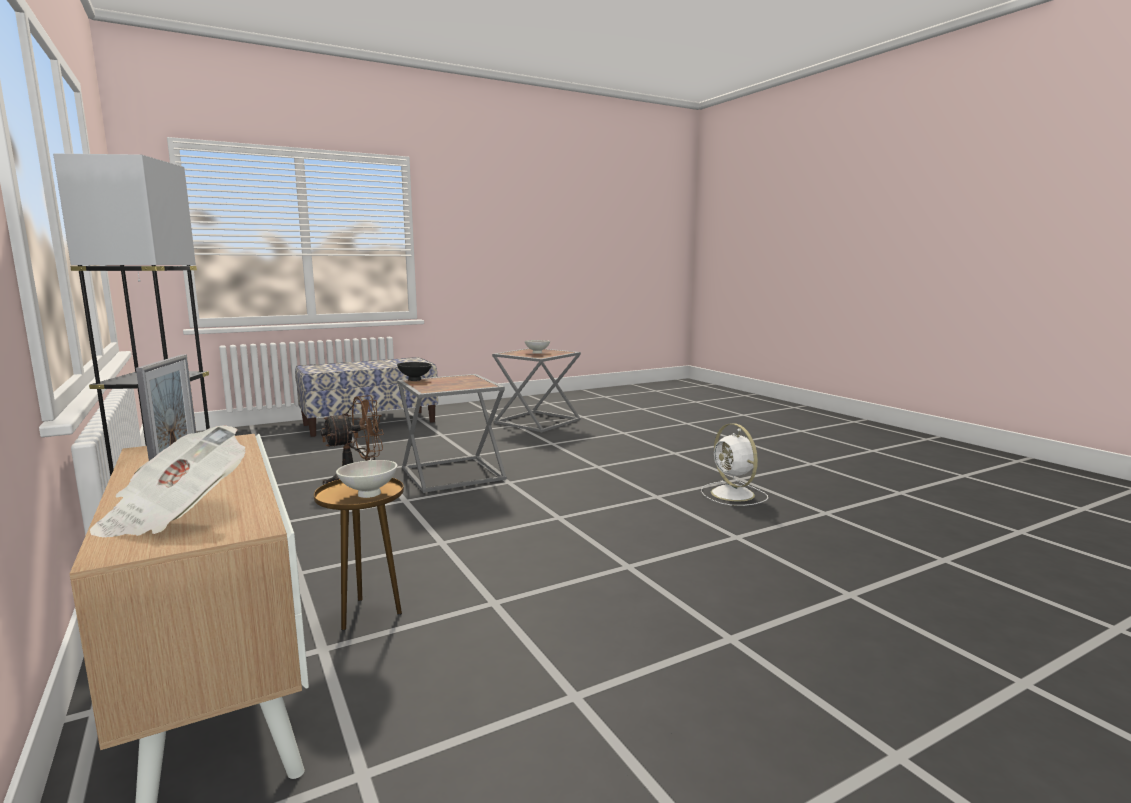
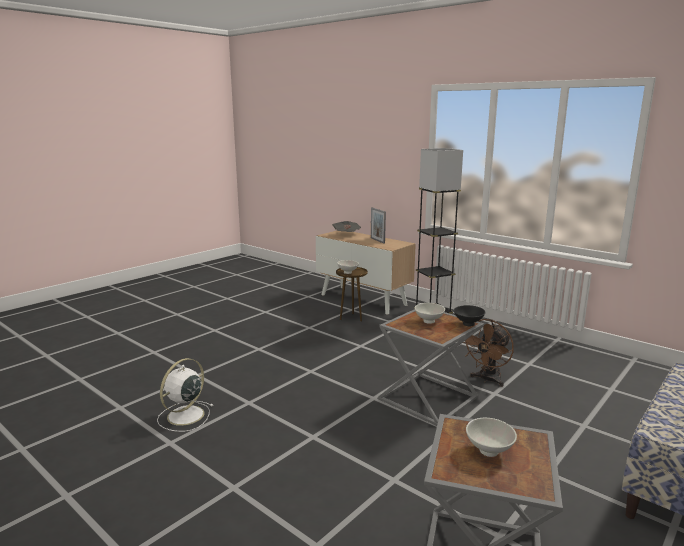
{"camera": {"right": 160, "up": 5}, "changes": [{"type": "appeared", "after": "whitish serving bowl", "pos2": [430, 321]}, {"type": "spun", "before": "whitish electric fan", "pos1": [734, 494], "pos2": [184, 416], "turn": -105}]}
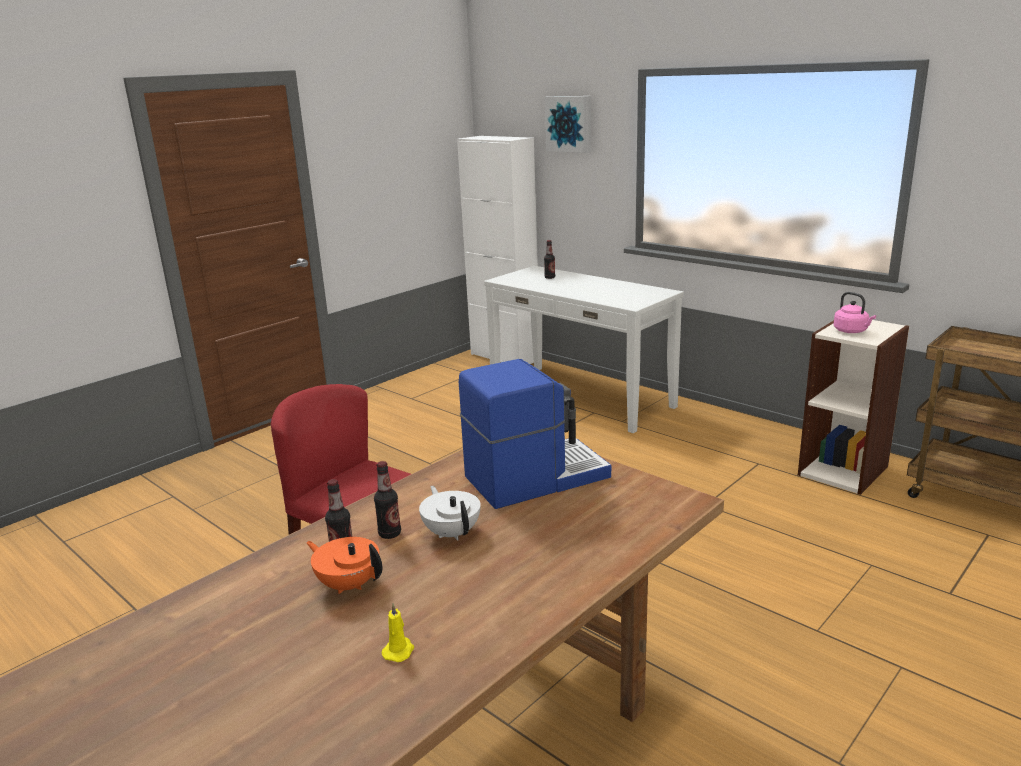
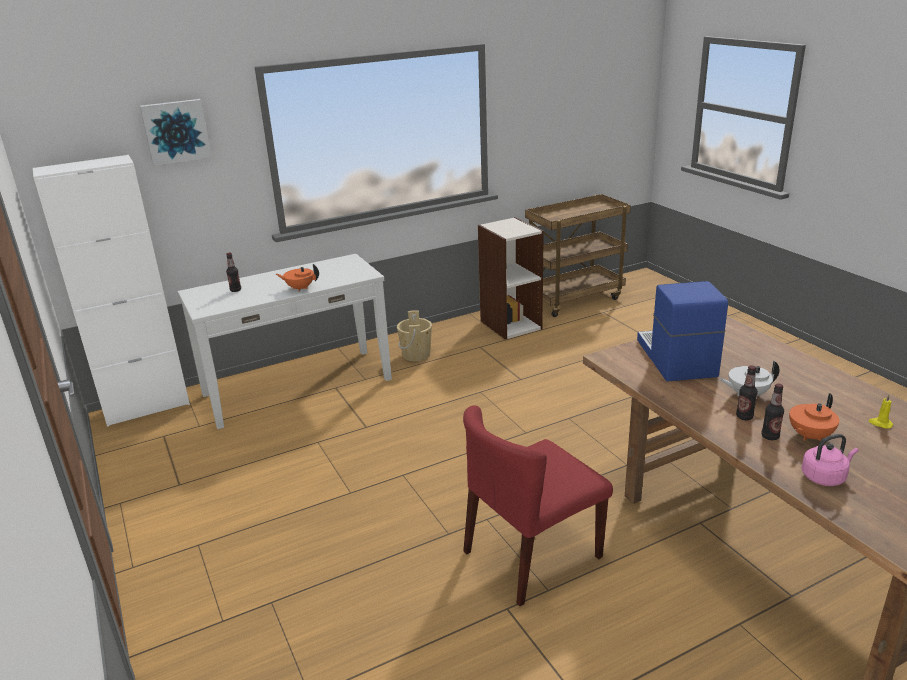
{"camera": {"right": -70, "up": 5}, "changes": [{"type": "appeared", "after": "orange-coloured pot for tea", "pos2": [300, 288]}, {"type": "appeared", "after": "beige water bucket", "pos2": [416, 354]}, {"type": "relocated", "before": "pinkish kettle", "pos1": [851, 331], "pos2": [825, 477]}]}
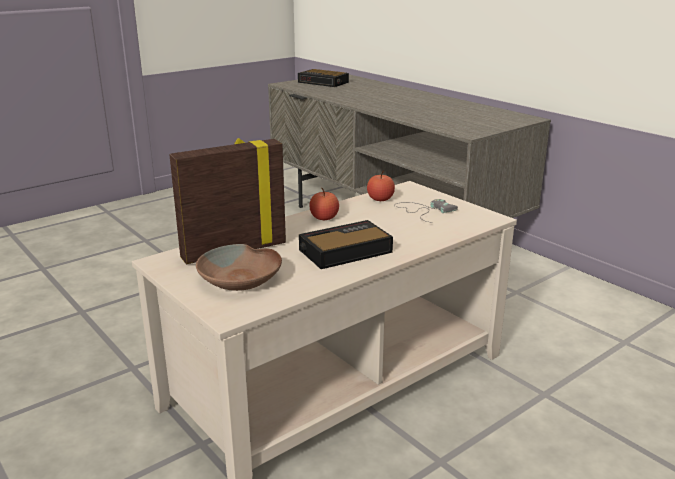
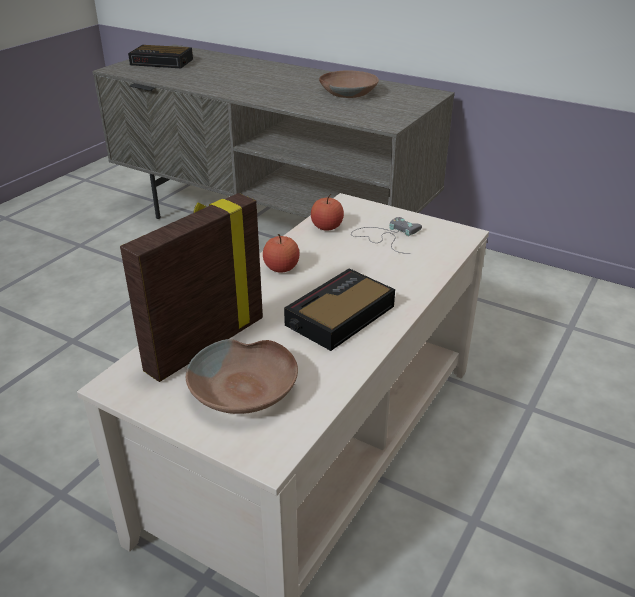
{"camera": {"right": -20, "up": 10}, "changes": [{"type": "appeared", "after": "brown-coloured serving bowl", "pos2": [348, 92]}]}
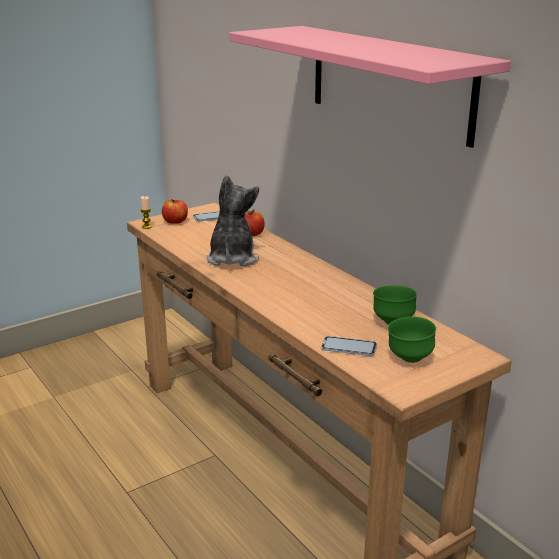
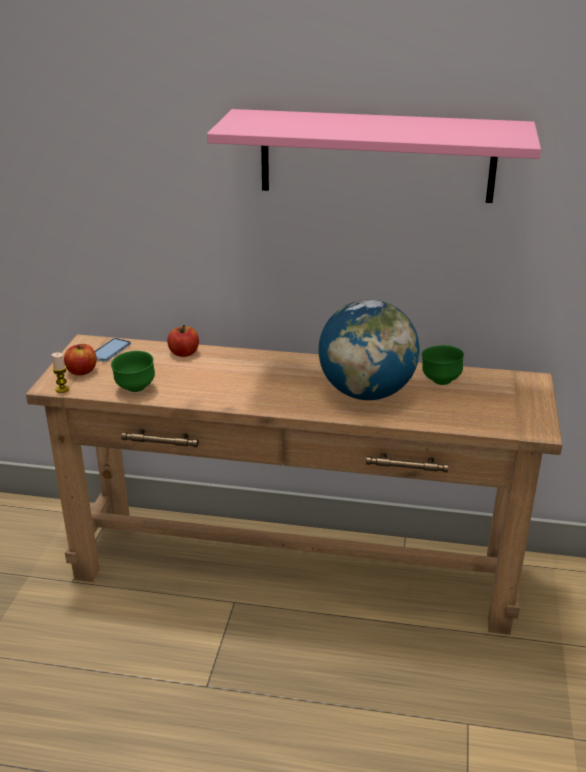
{"camera": {"right": -45, "up": 5}, "changes": [{"type": "missing", "before": "soft toy", "pos1": [232, 258]}, {"type": "missing", "before": "telephone", "pos1": [349, 347]}, {"type": "appeared", "after": "desk globe", "pos2": [366, 393]}, {"type": "relocated", "before": "green serving bowl", "pos1": [409, 359], "pos2": [135, 389]}]}
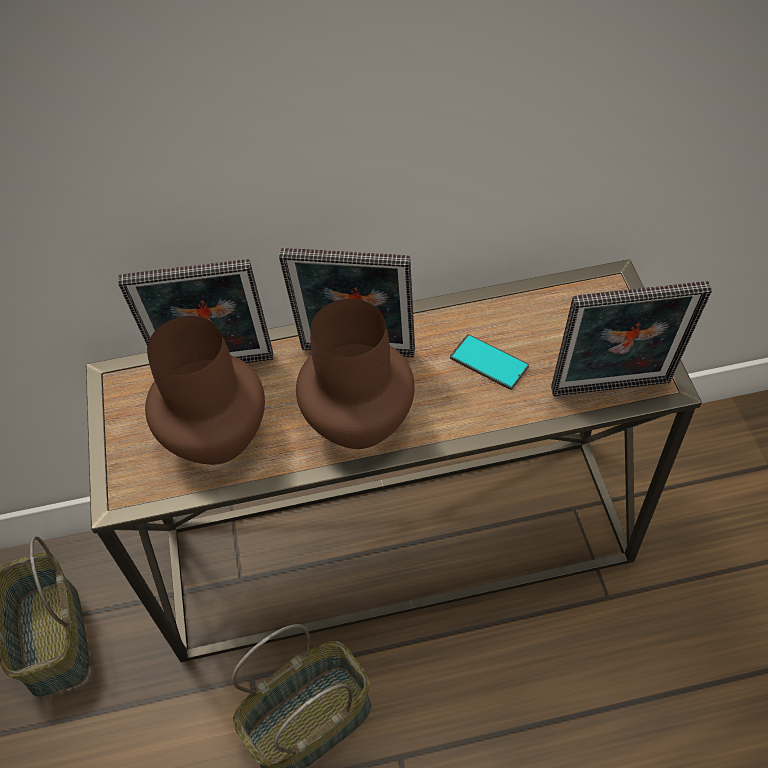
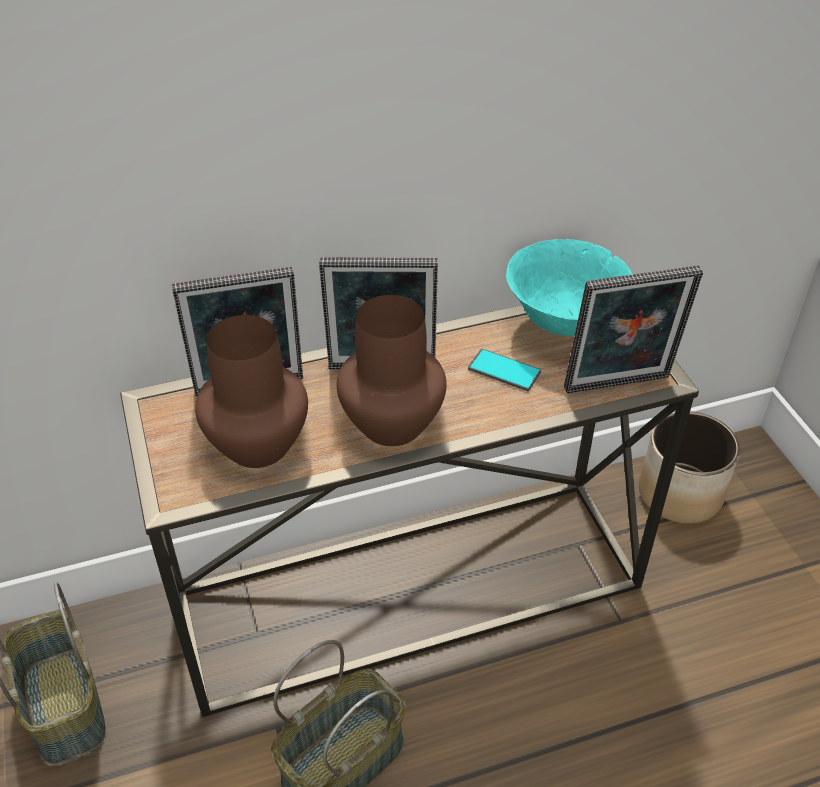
{"camera": {"right": -10, "up": -10}, "changes": [{"type": "appeared", "after": "turquoise-coloured serving bowl", "pos2": [563, 323]}, {"type": "appeared", "after": "plant pot", "pos2": [680, 493]}]}
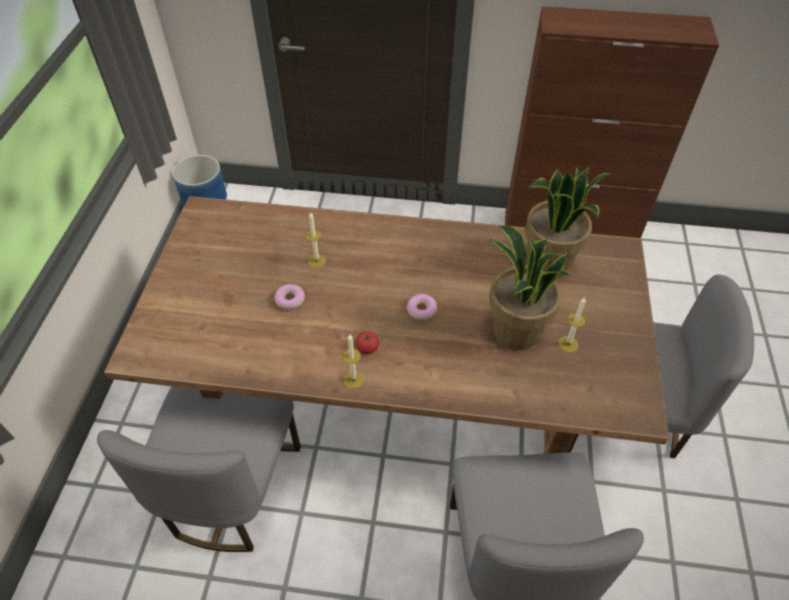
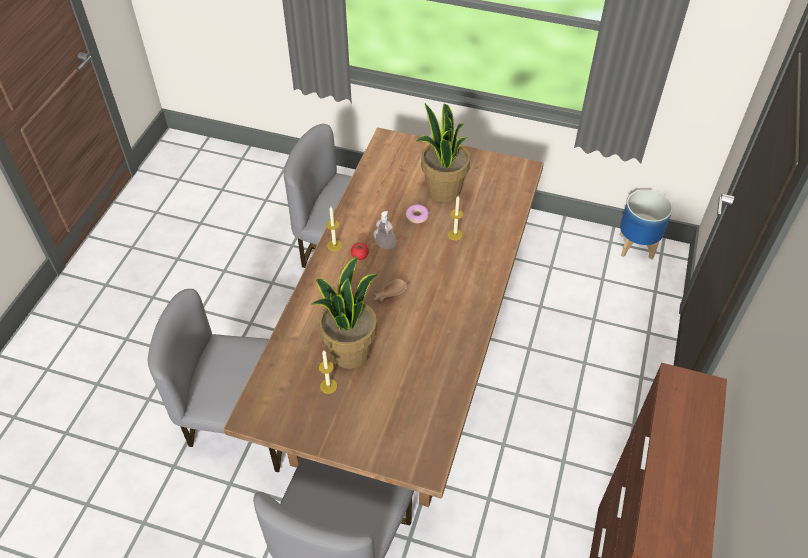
{"camera": {"right": 100, "up": 0}, "changes": [{"type": "appeared", "after": "soap dispenser", "pos2": [384, 244]}, {"type": "relocated", "before": "houseplant", "pos1": [548, 264], "pos2": [443, 191]}, {"type": "exchanged", "before": "doughnut", "after": "brown-coloured serving bowl", "pos1": [421, 310], "pos2": [388, 294]}]}
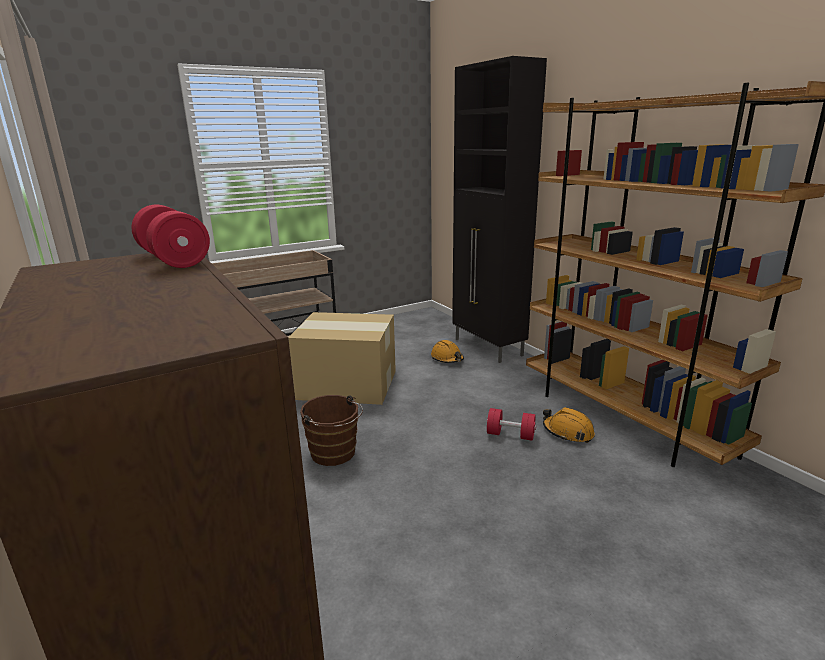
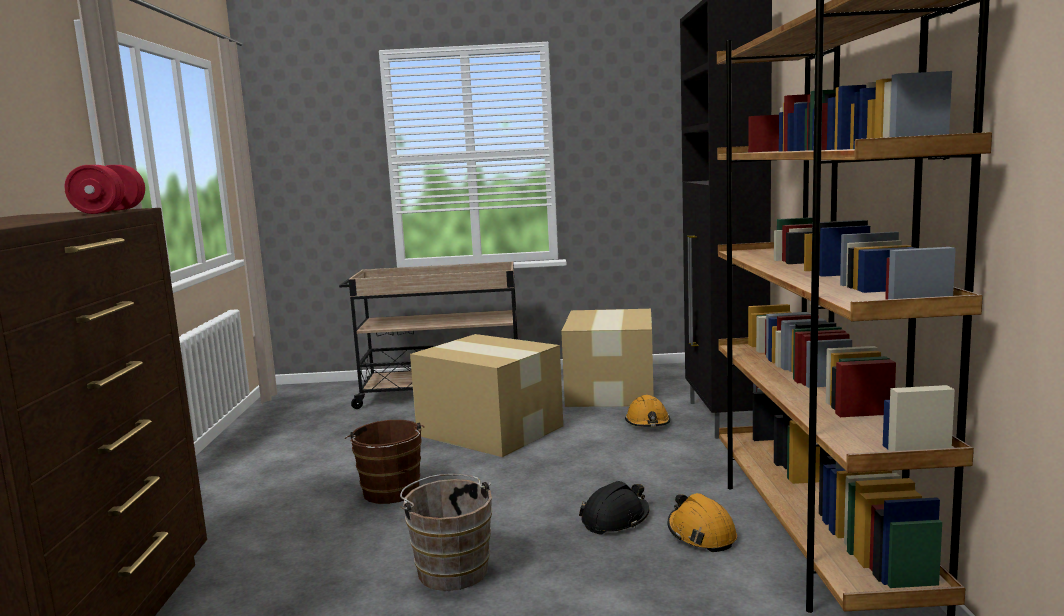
{"camera": {"right": 30, "up": -10}, "changes": [{"type": "appeared", "after": "brown-coloured water bucket", "pos2": [451, 569]}, {"type": "appeared", "after": "packing box", "pos2": [611, 390]}, {"type": "exchanged", "before": "red free weight", "after": "black hard hat", "pos1": [510, 435], "pos2": [615, 520]}]}
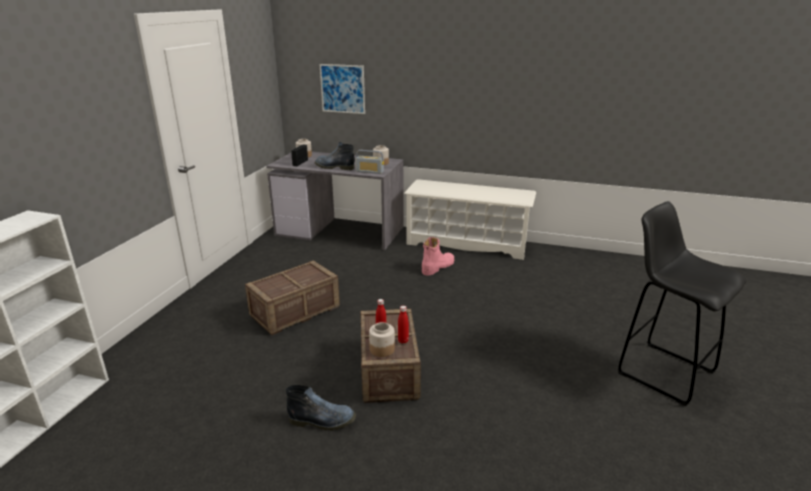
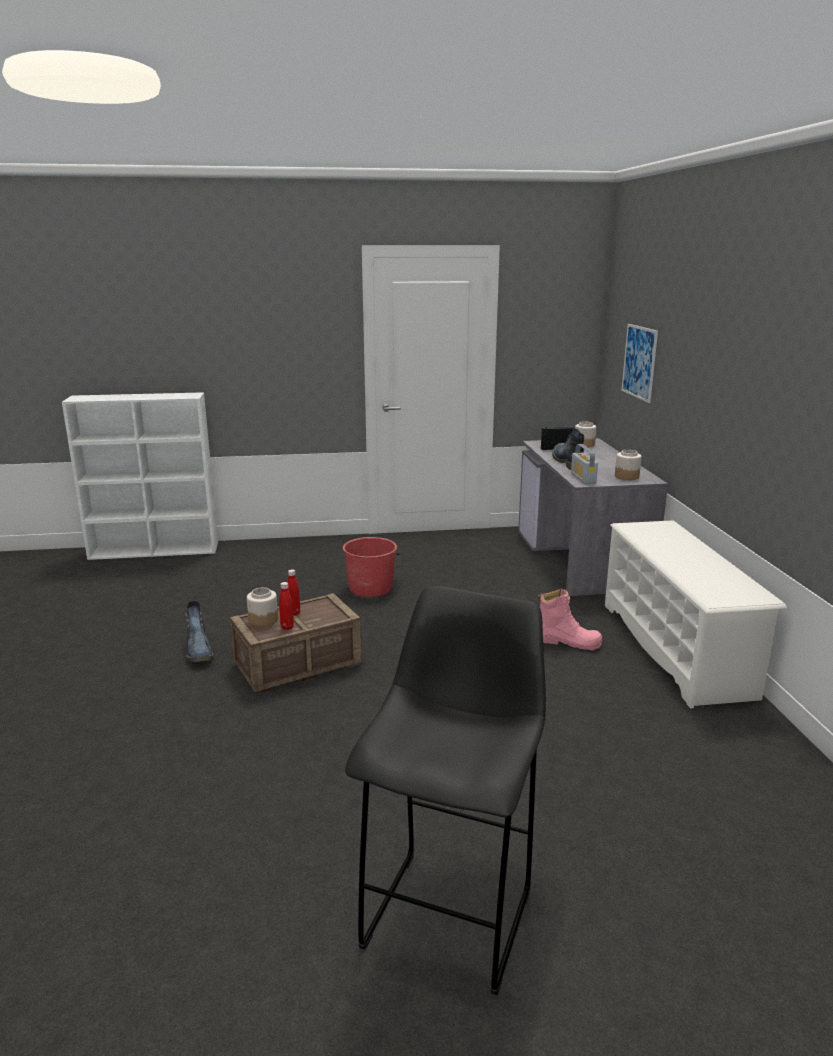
{"camera": {"right": 65, "up": -5}, "changes": [{"type": "exchanged", "before": "crate", "after": "red water bucket", "pos1": [295, 311], "pos2": [371, 588]}]}
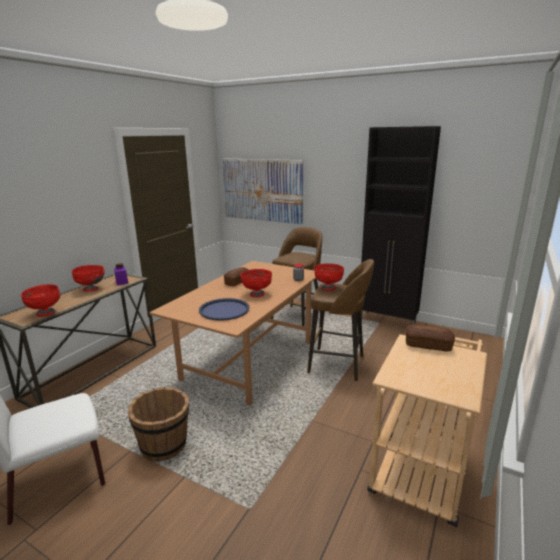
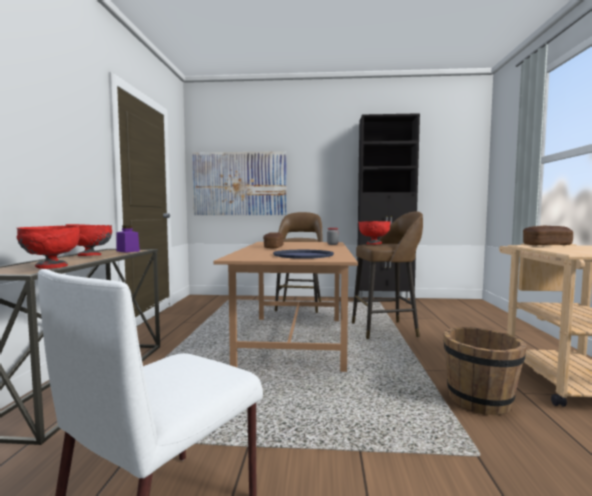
{"camera": {"right": -25, "up": -15}, "changes": [{"type": "missing", "before": "red serving bowl", "pos1": [257, 294]}, {"type": "relocated", "before": "brown-coloured water bucket", "pos1": [164, 445], "pos2": [480, 400]}]}
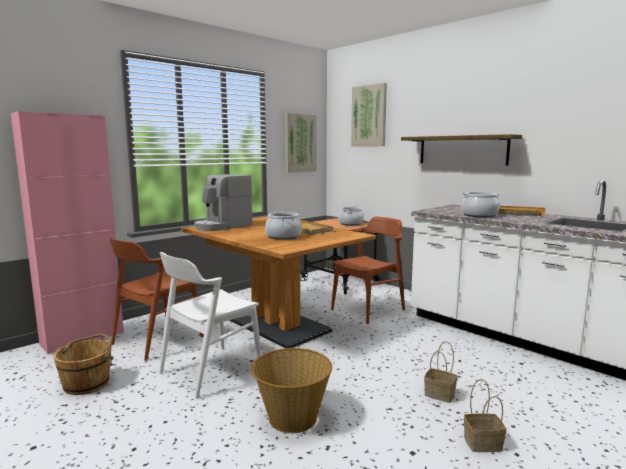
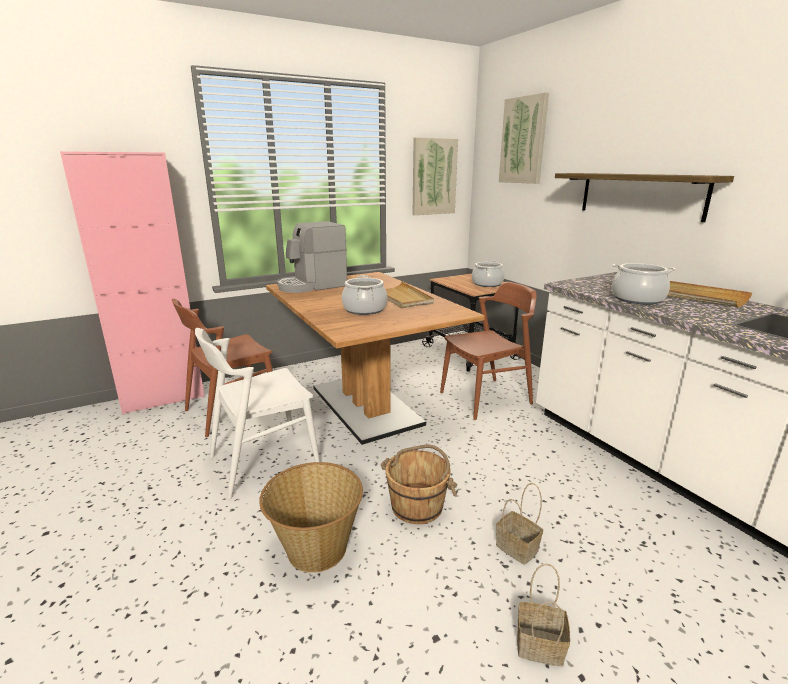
{"camera": {"right": 15, "up": 10}, "changes": [{"type": "relocated", "before": "brown-coloured water bucket", "pos1": [87, 383], "pos2": [417, 505]}]}
